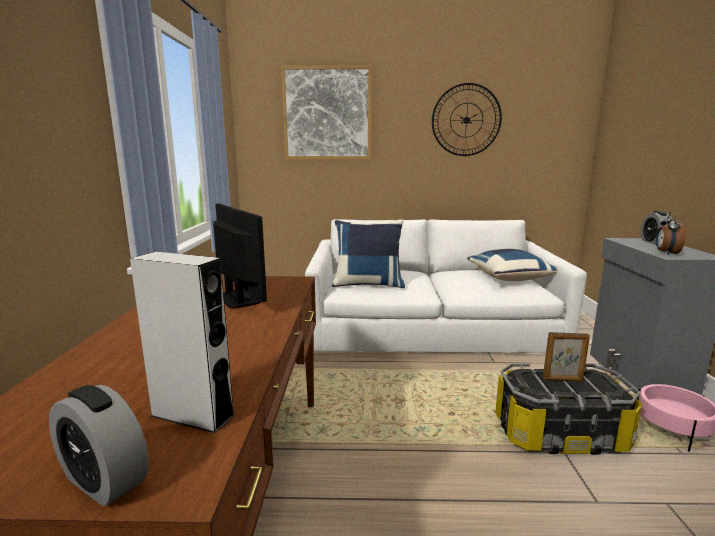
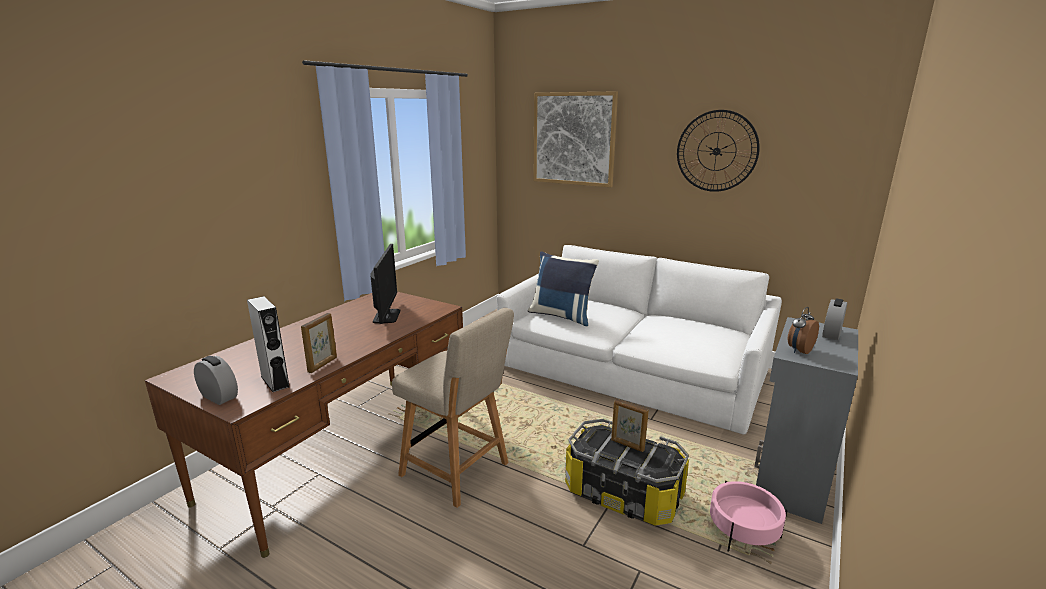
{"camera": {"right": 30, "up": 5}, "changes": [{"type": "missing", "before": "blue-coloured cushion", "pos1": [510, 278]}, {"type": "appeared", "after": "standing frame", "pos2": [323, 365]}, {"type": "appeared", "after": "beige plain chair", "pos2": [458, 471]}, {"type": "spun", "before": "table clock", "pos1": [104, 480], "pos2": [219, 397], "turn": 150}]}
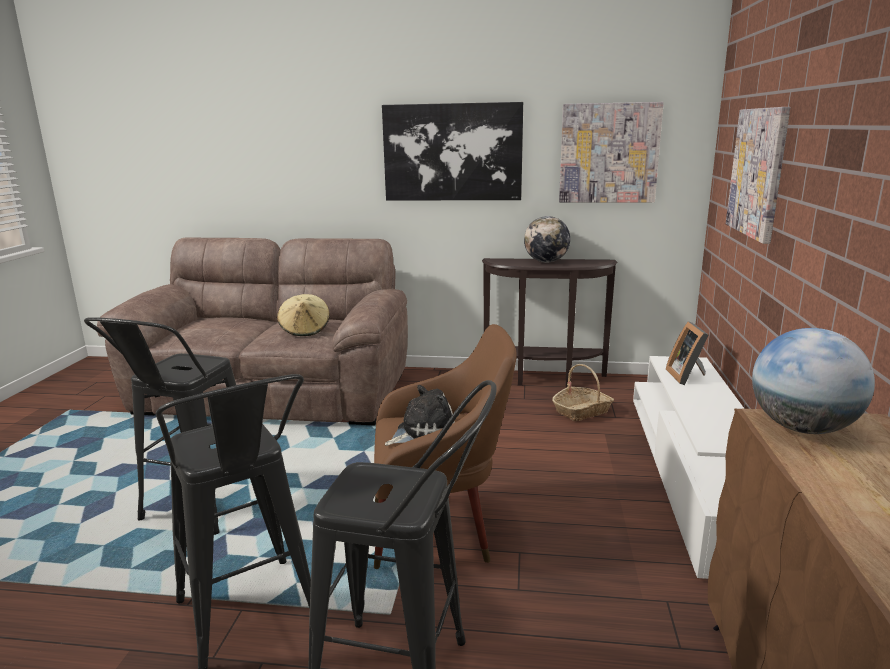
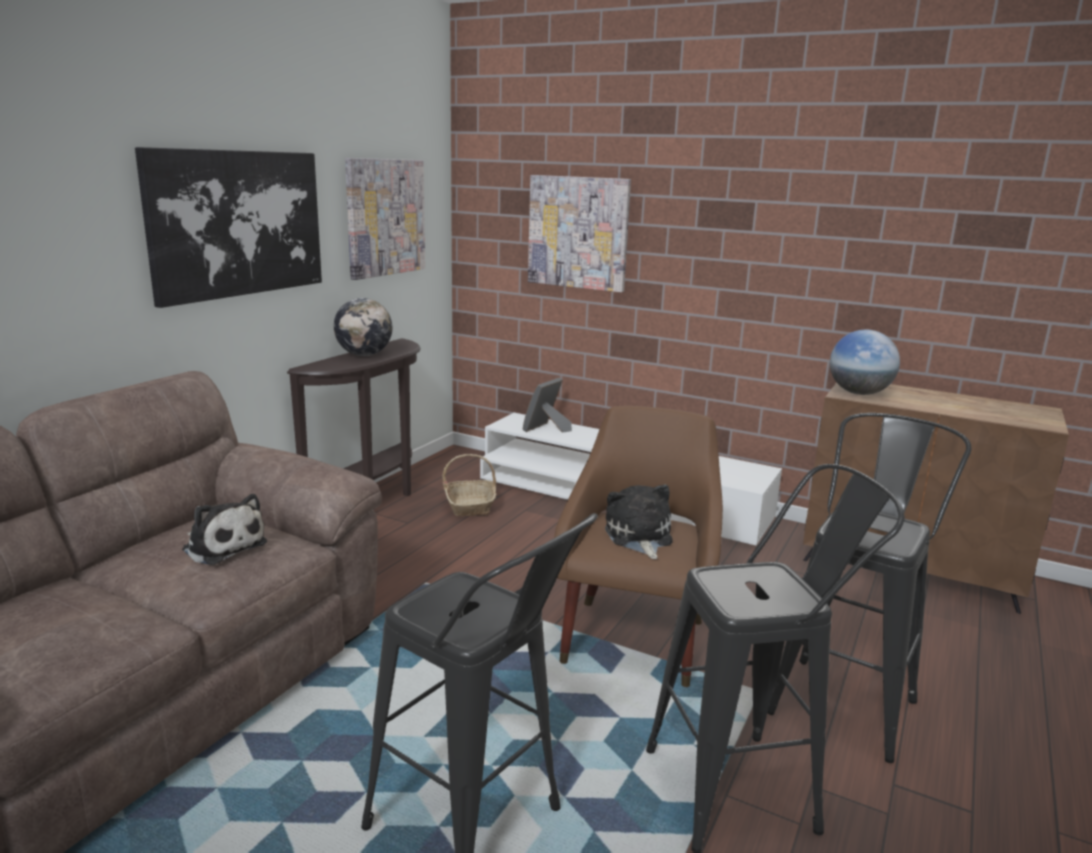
{"camera": {"right": -70, "up": 0}, "changes": [{"type": "exchanged", "before": "beige hat", "after": "soft toy", "pos1": [305, 330], "pos2": [223, 546]}, {"type": "spun", "before": "standing frame", "pos1": [687, 376], "pos2": [546, 429], "turn": 105}]}
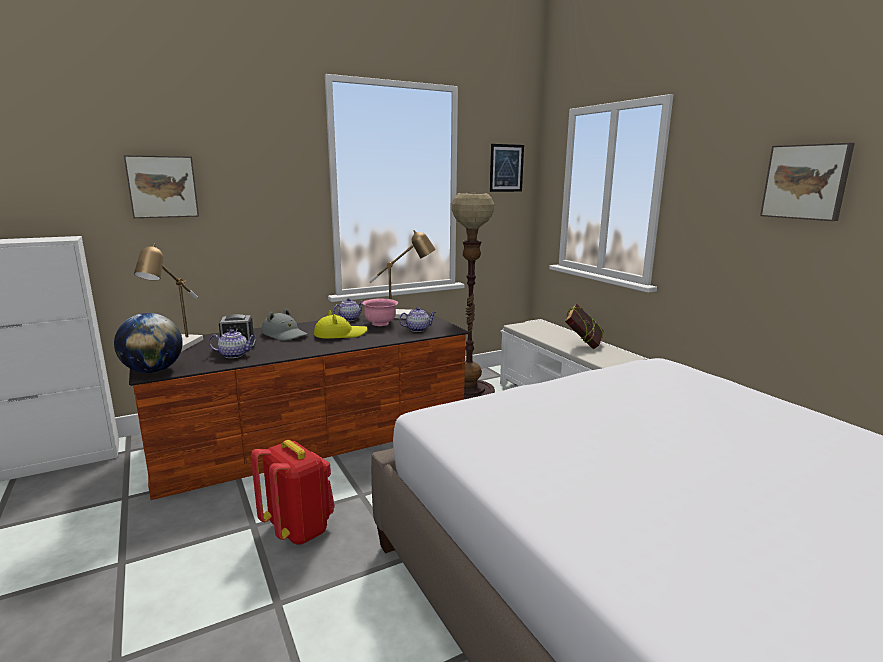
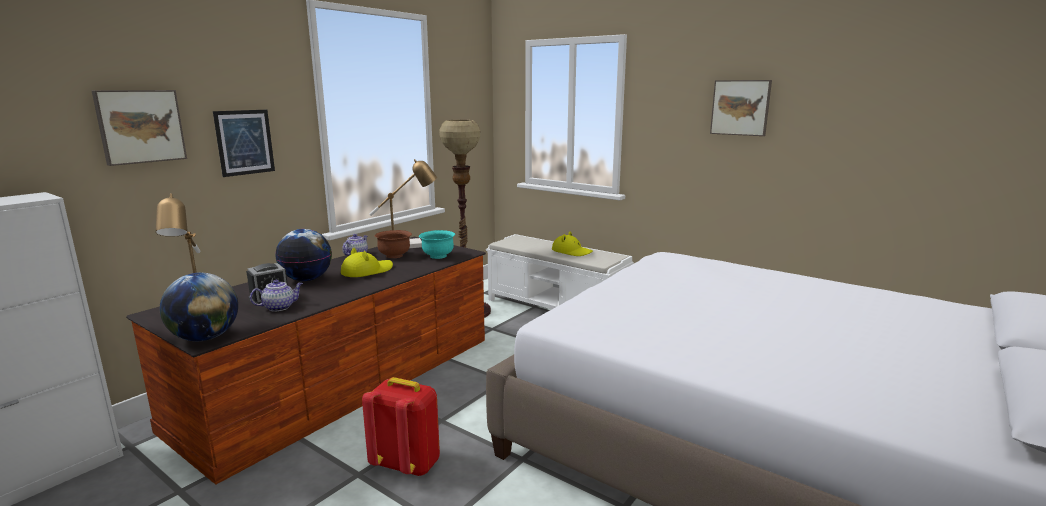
{"camera": {"right": -25, "up": 0}, "changes": [{"type": "relocated", "before": "wall art", "pos1": [506, 168], "pos2": [245, 142]}, {"type": "exchanged", "before": "grey hat", "after": "desk globe", "pos1": [285, 334], "pos2": [307, 279]}, {"type": "exchanged", "before": "pot for tea", "after": "turquoise-coloured serving bowl", "pos1": [418, 329], "pos2": [438, 256]}, {"type": "exchanged", "before": "volume", "after": "yellowish hat", "pos1": [583, 345], "pos2": [571, 252]}, {"type": "colour", "before": "pinkish serving bowl", "after": "brown-coloured serving bowl", "pos1": [380, 324], "pos2": [394, 256]}]}
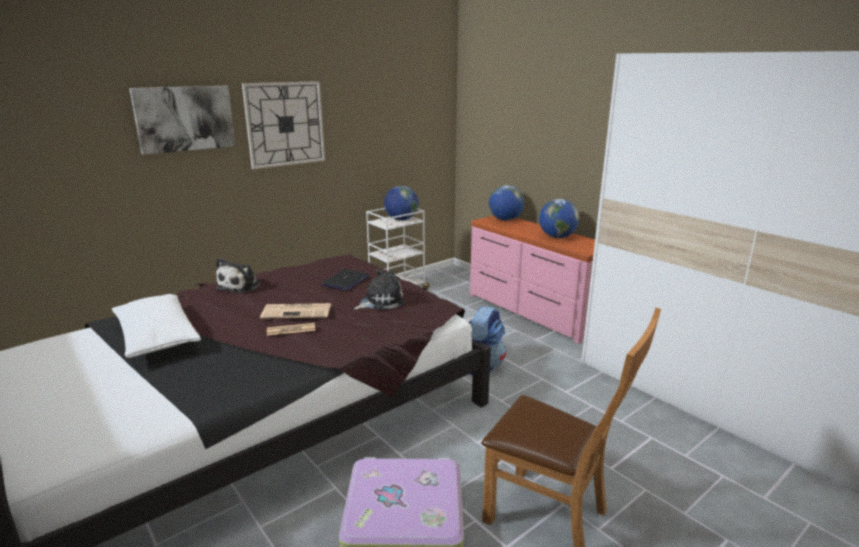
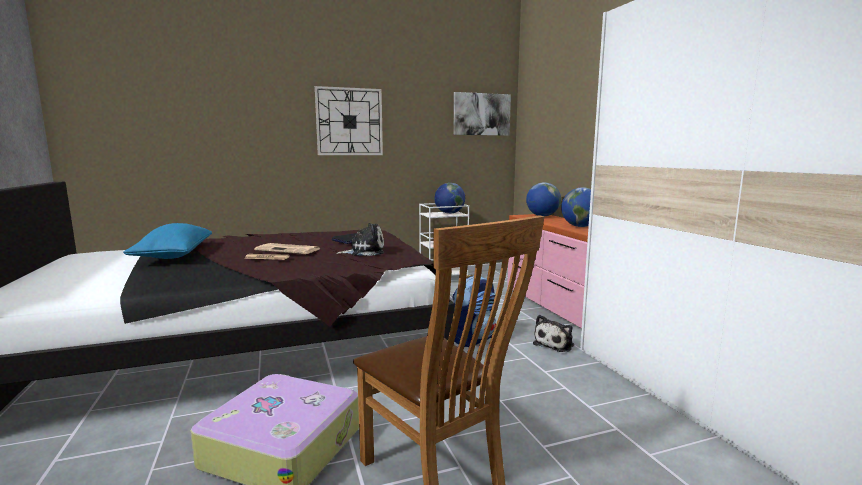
{"camera": {"right": 20, "up": -10}, "changes": [{"type": "relocated", "before": "wall art", "pos1": [185, 118], "pos2": [481, 114]}, {"type": "relocated", "before": "soft toy", "pos1": [240, 286], "pos2": [555, 344]}, {"type": "colour", "before": "whitish cushion", "after": "blue-coloured cushion", "pos1": [157, 339], "pos2": [174, 256]}]}
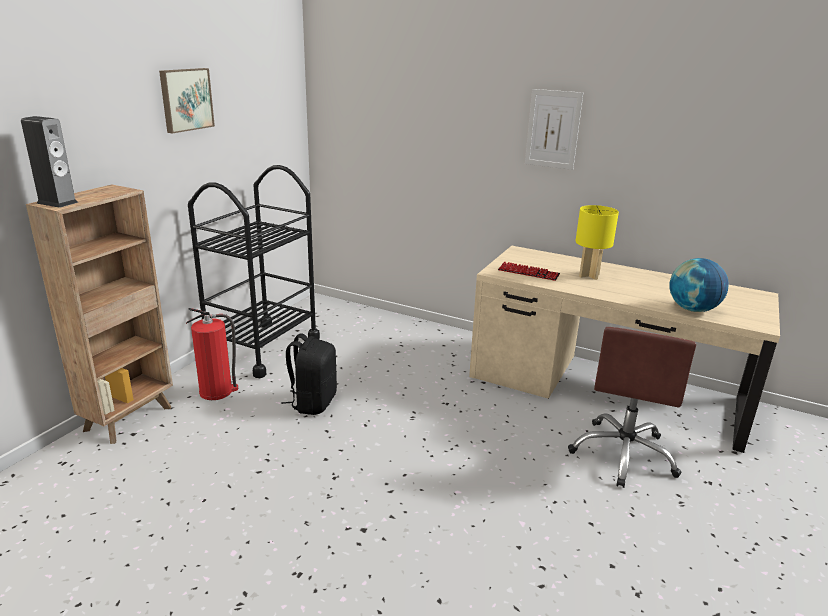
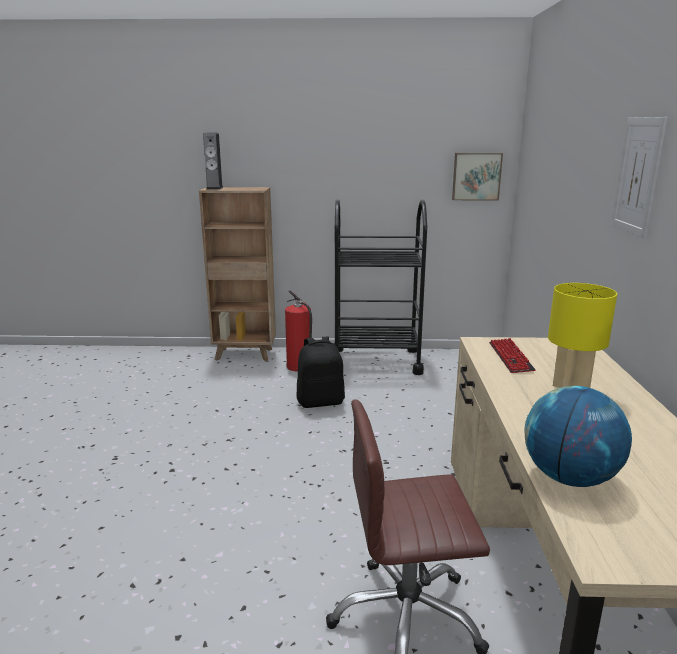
{"camera": {"right": 65, "up": -5}, "changes": [{"type": "relocated", "before": "wall art", "pos1": [185, 99], "pos2": [476, 176]}]}
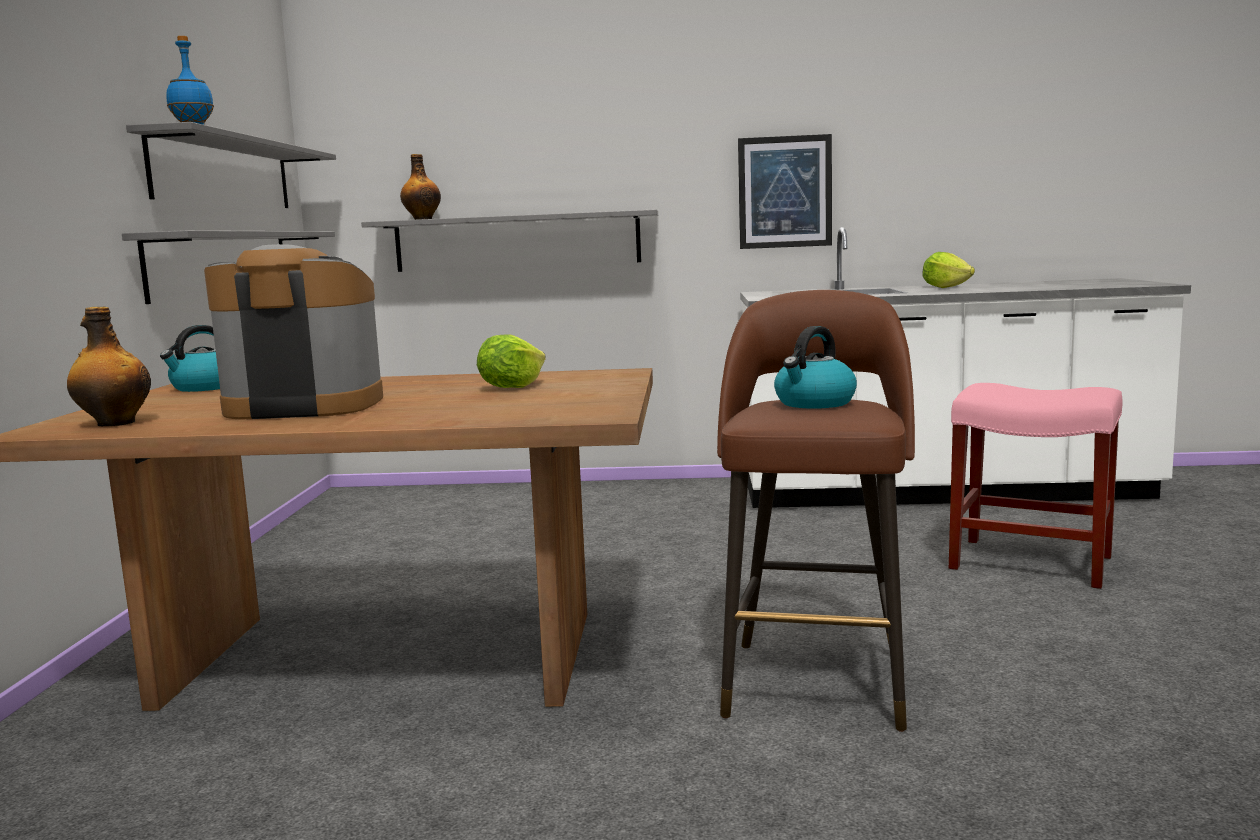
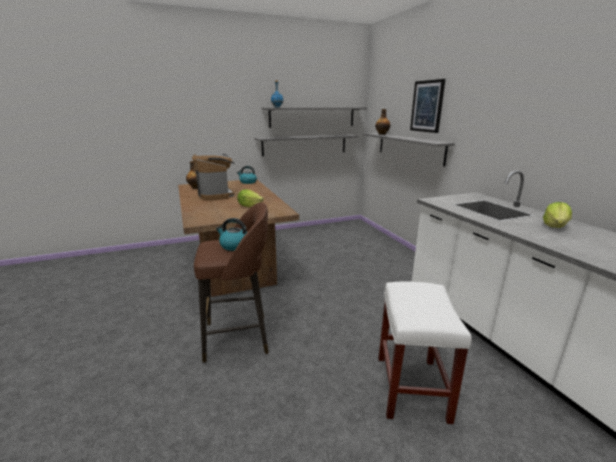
{"camera": {"right": 65, "up": 10}, "changes": [{"type": "relocated", "before": "wall art", "pos1": [784, 192], "pos2": [427, 106]}, {"type": "colour", "before": "pinkish sitting stool", "after": "whitish sitting stool", "pos1": [1033, 562], "pos2": [412, 388]}]}
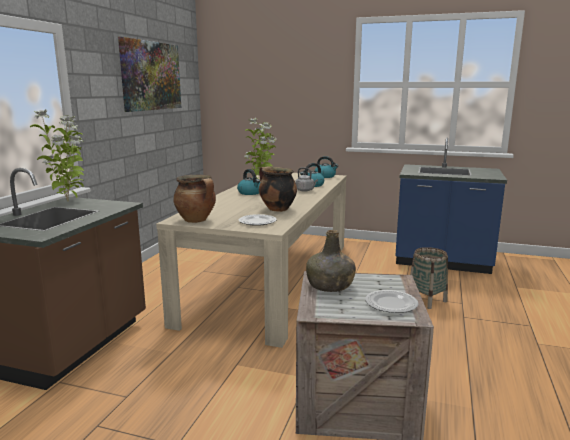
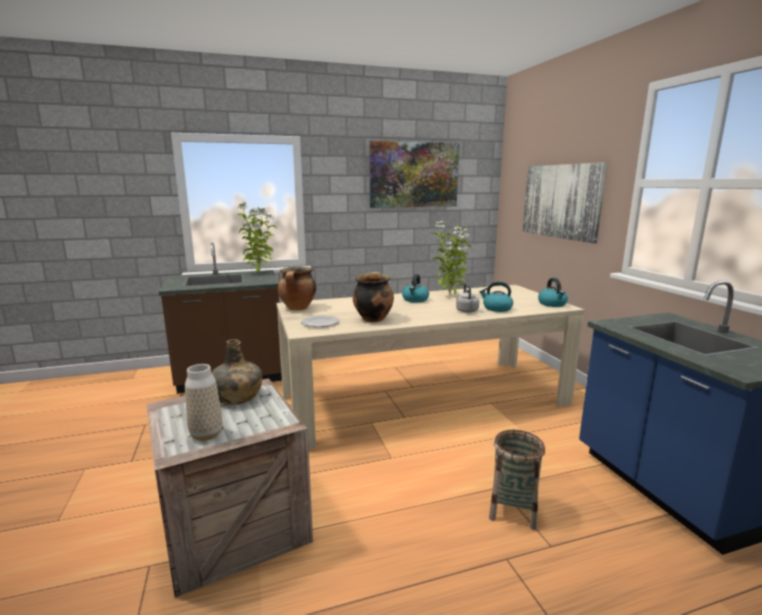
{"camera": {"right": 55, "up": 0}, "changes": [{"type": "appeared", "after": "wall art", "pos2": [561, 201]}, {"type": "exchanged", "before": "dinner plate", "after": "flower vase", "pos1": [390, 304], "pos2": [206, 434]}]}
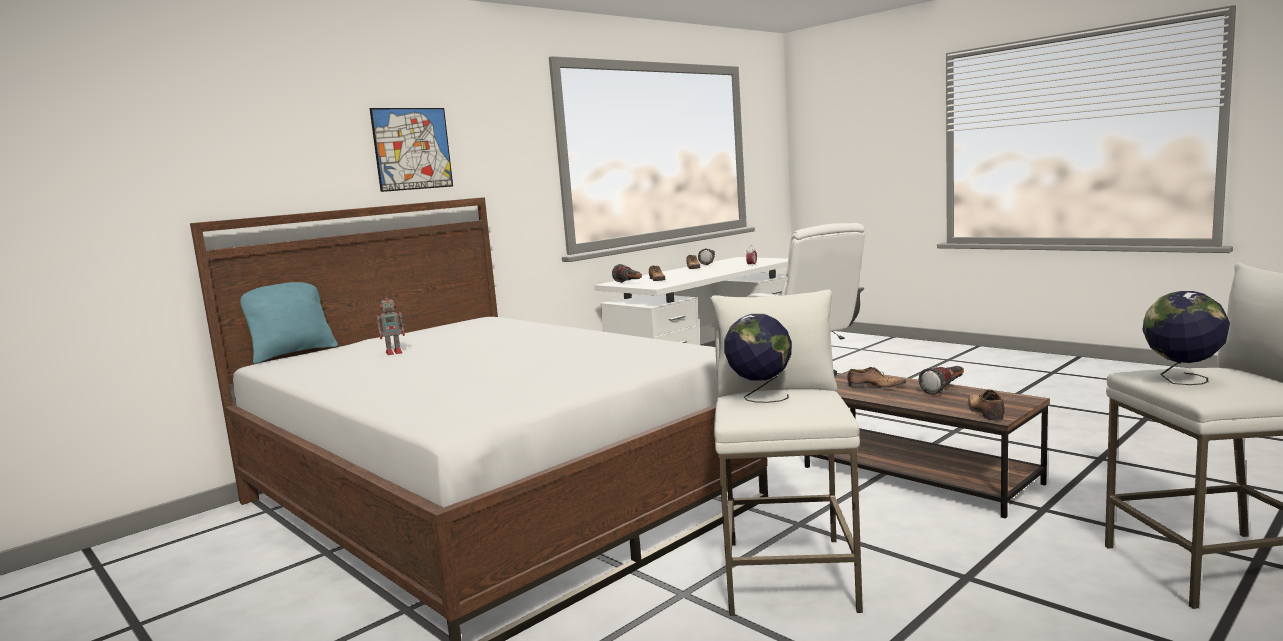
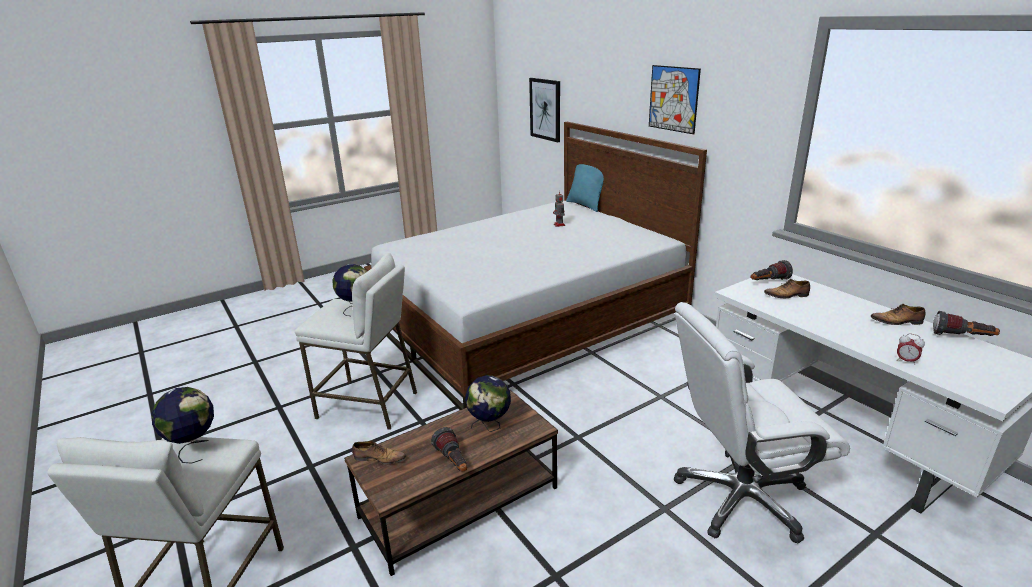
{"camera": {"right": 100, "up": 15}, "changes": [{"type": "appeared", "after": "wall art", "pos2": [545, 109]}, {"type": "exchanged", "before": "shoe", "after": "desk globe", "pos1": [875, 387], "pos2": [490, 426]}]}
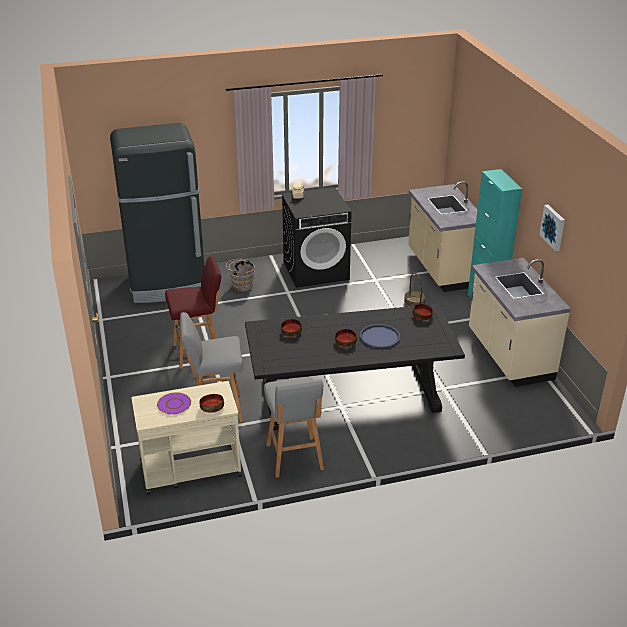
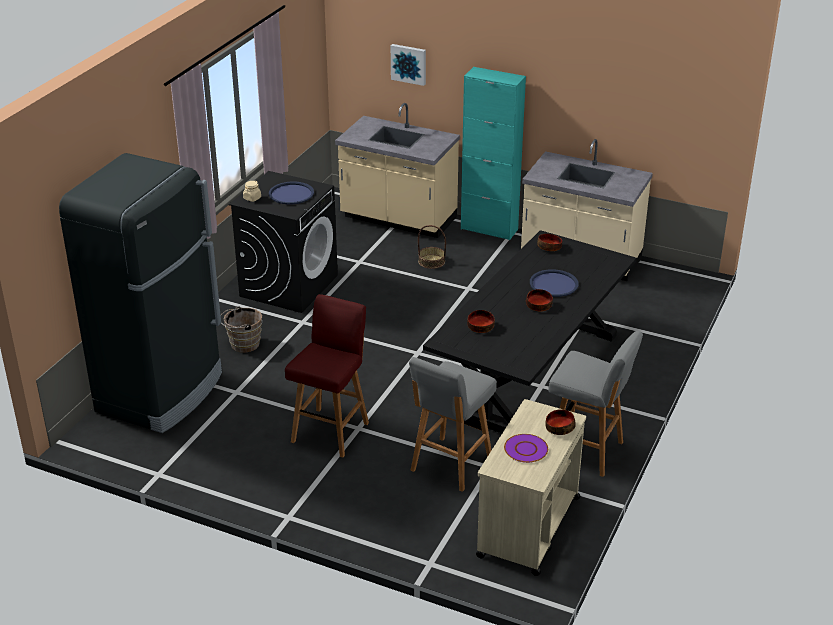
{"camera": {"right": -50, "up": 0}, "changes": [{"type": "appeared", "after": "blue-coloured serving tray", "pos2": [291, 194]}, {"type": "relocated", "before": "wall art", "pos1": [553, 227], "pos2": [409, 64]}]}
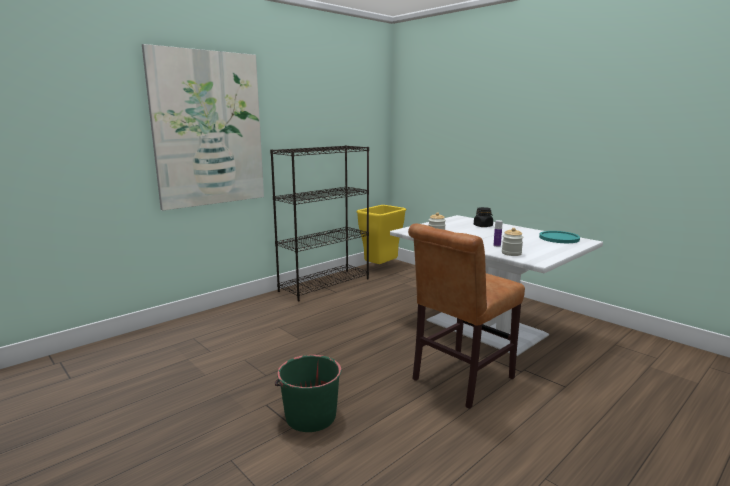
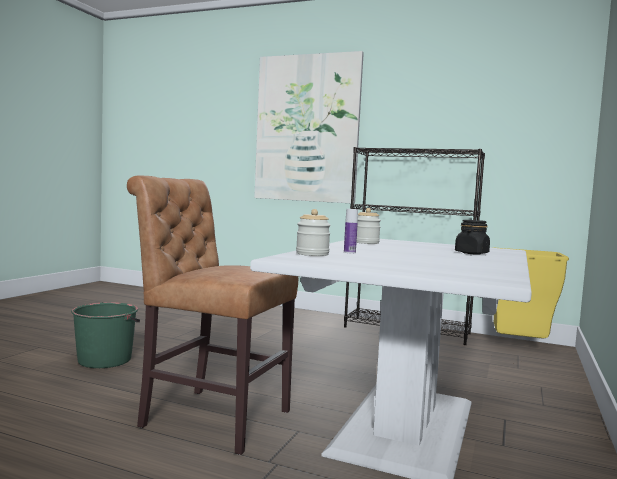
{"camera": {"right": 65, "up": -10}, "changes": [{"type": "missing", "before": "turquoise-coloured dinner plate", "pos1": [559, 238]}]}
